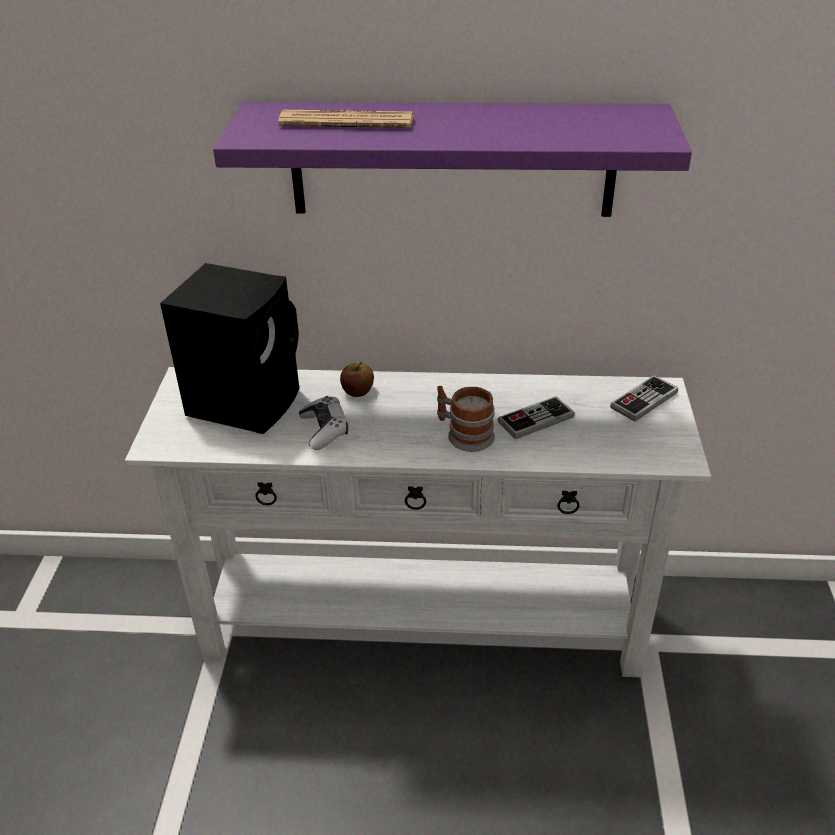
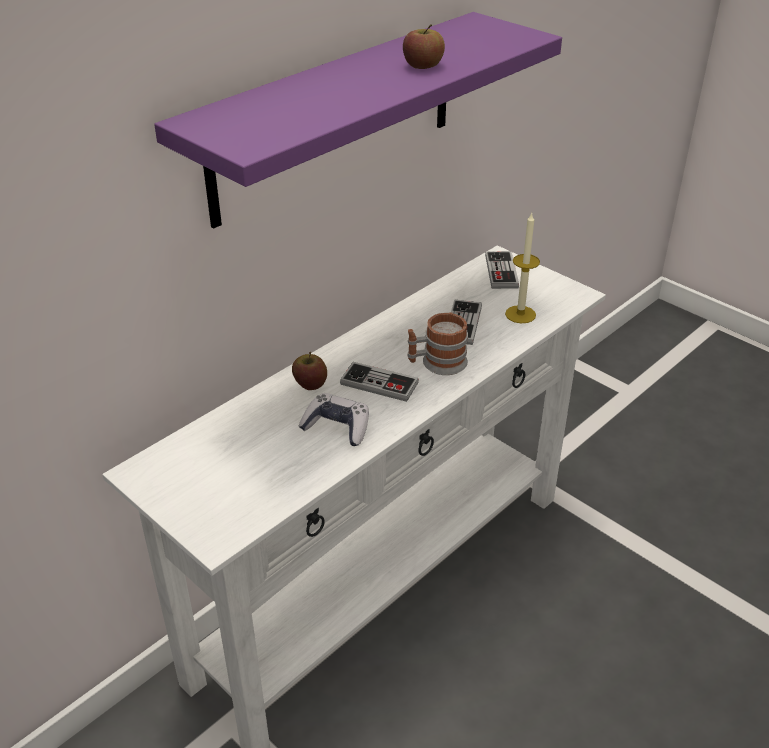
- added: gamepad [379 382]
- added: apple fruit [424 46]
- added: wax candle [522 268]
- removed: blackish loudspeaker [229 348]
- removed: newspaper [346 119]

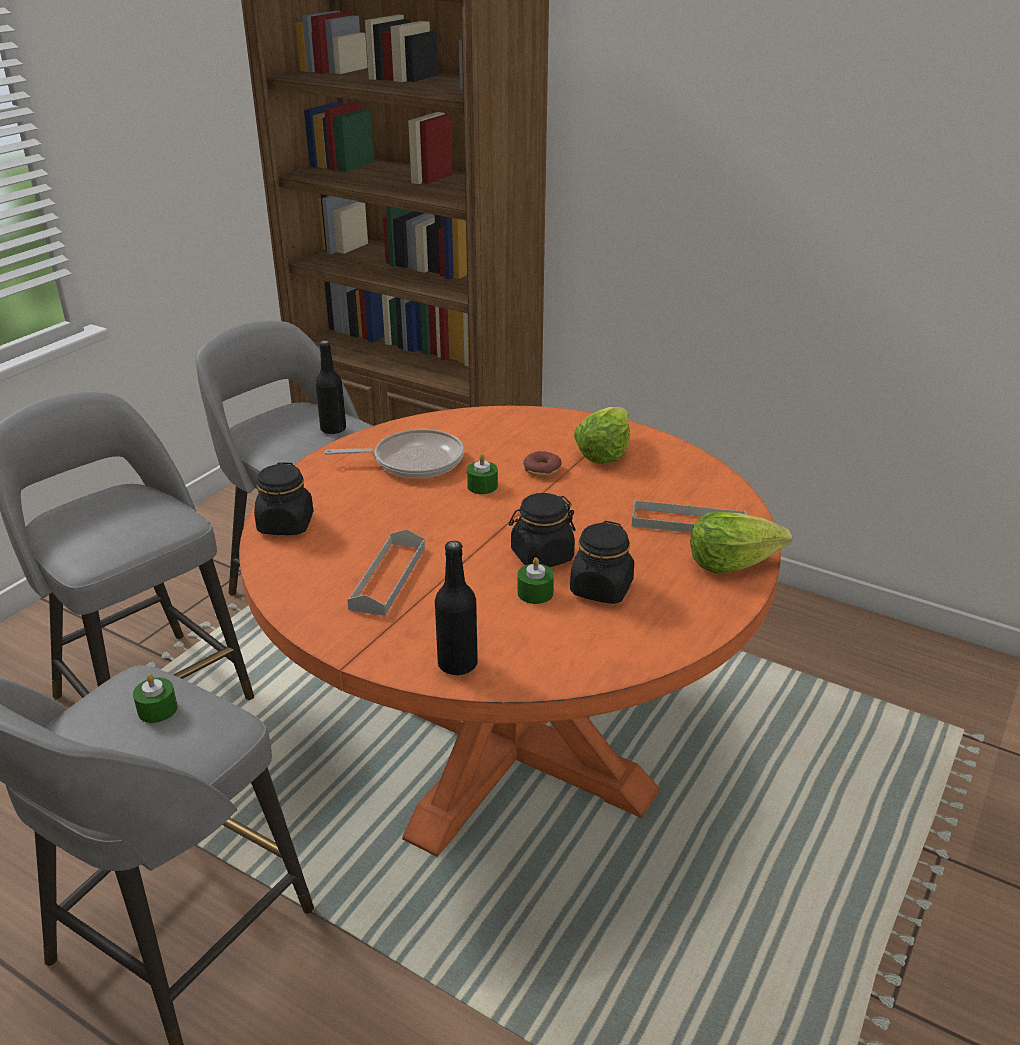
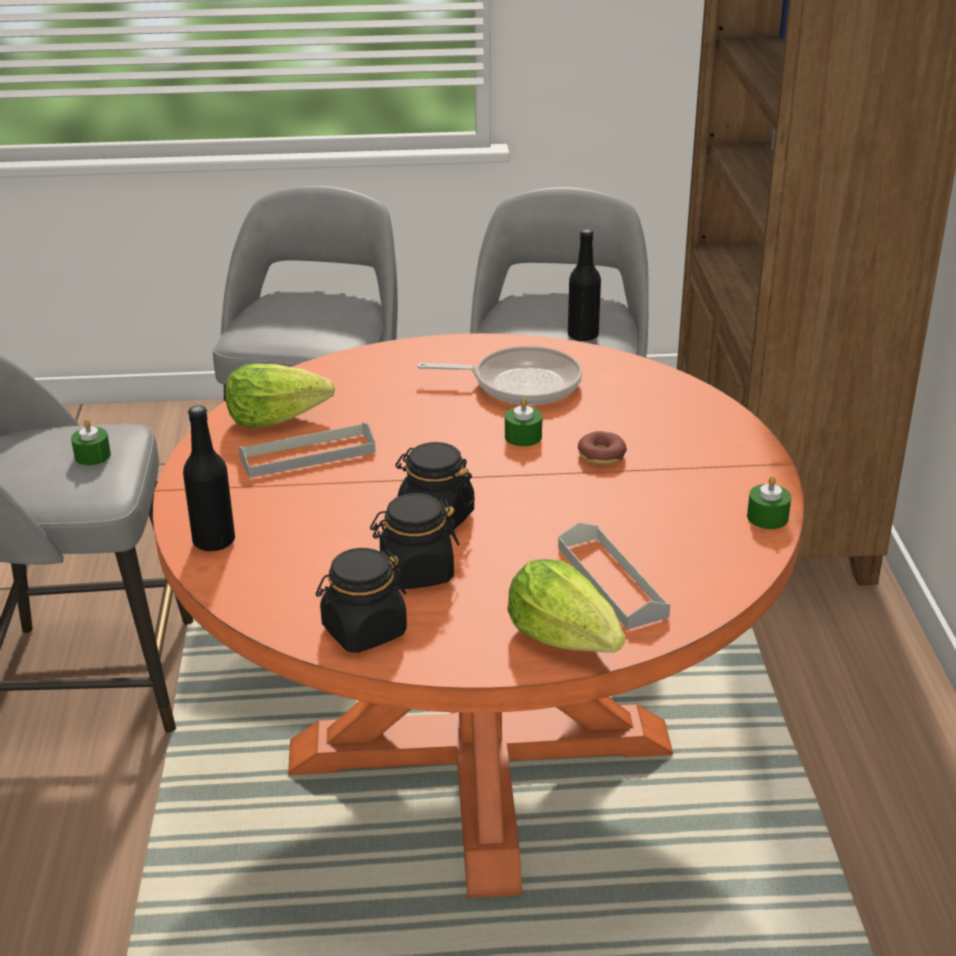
- moved: head of lettuce [601 435] to [280 395]
- moved: blackish jar [284 498] to [361 600]
- turned: pan [394 453] = [499 375] 45 degrees counterclockwise
- moved: greenish wax candle [536 580] to [769 502]

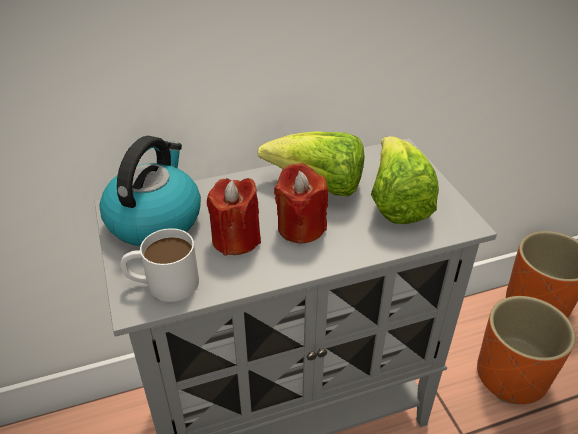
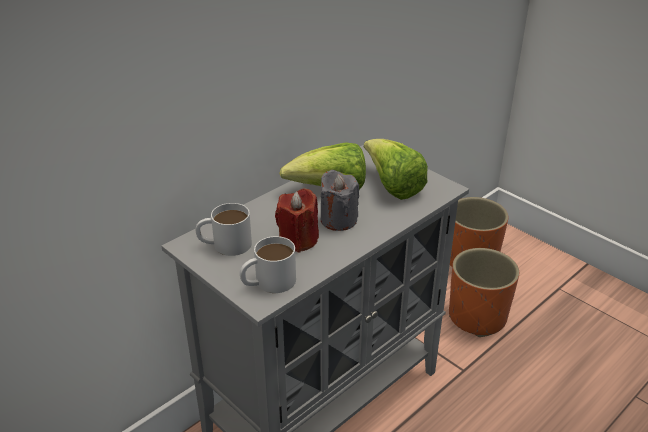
- replaced: tea kettle [150 191] to whitish mug [224 229]
- recoloured: red wax candle [301 203] to greyish wax candle [340 200]

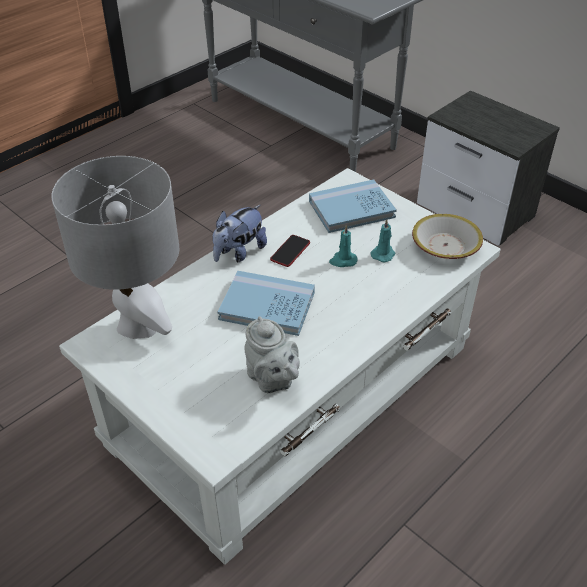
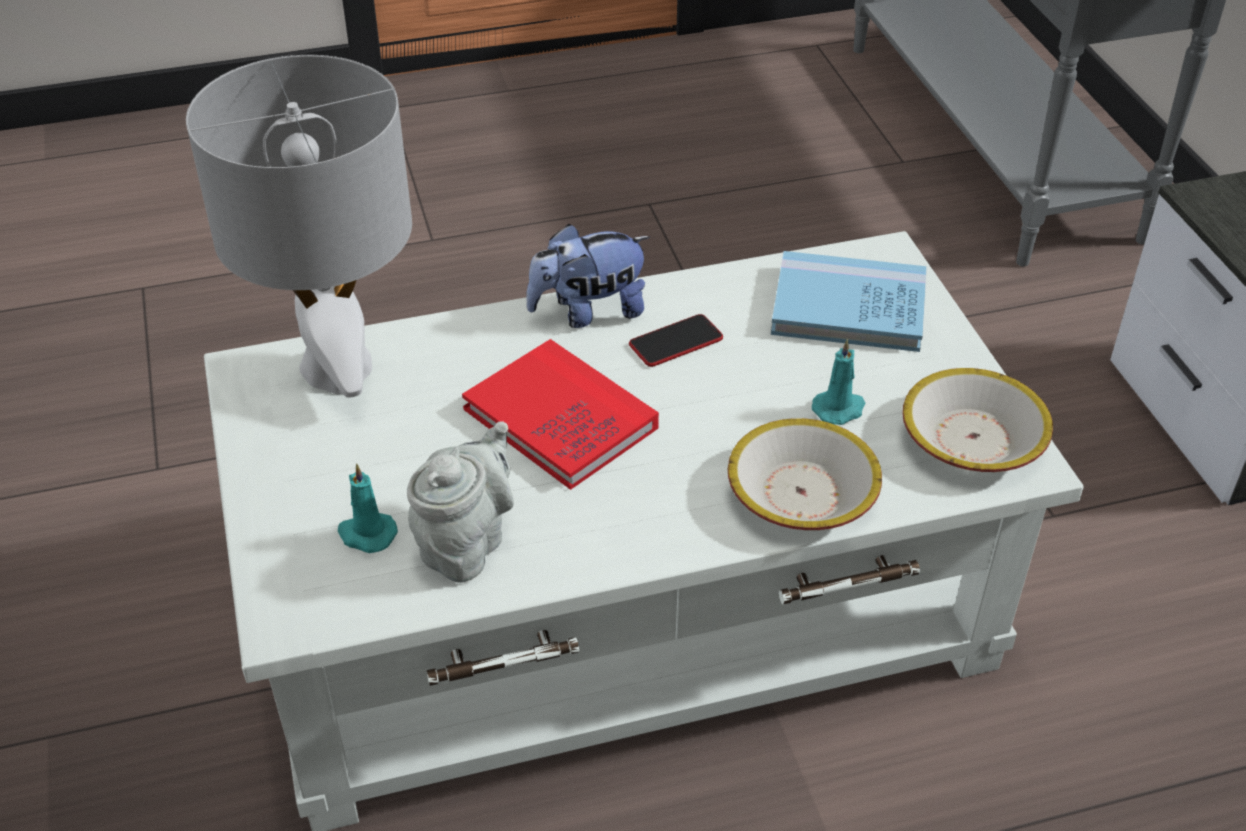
- moved: turquoise-coloured wax candle [343 246] to [368 508]
- turned: greyish tea pot [272 354] = [460 502] 150 degrees counterclockwise
- recoloured: blue-coloured bound book [266 303] to red bound book [560 414]
- added: deep dish [805 474]

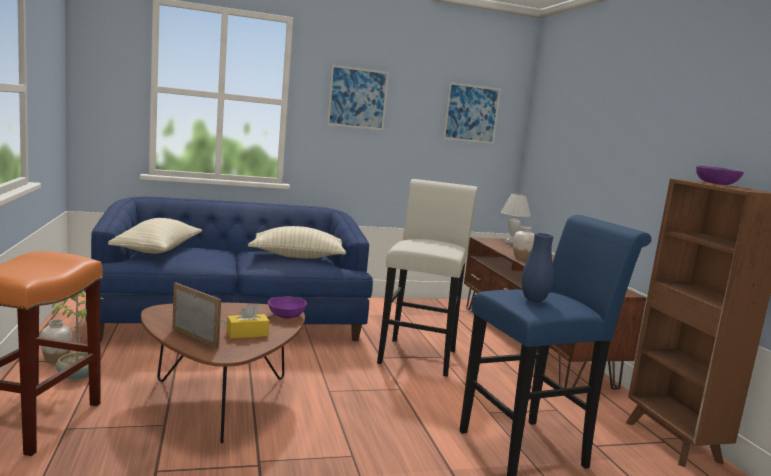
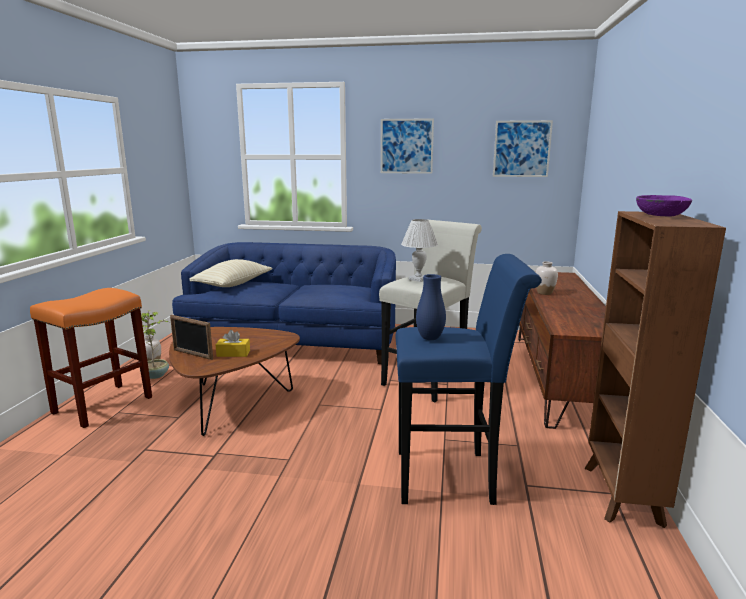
- turned: picture frame [196 316] = [191 337] 150 degrees clockwise
- moved: whitish table lamp [516 218] to [419 250]
- removed: beige-coloured throw pillow [297 242]
- removed: purplish deep dish [287 308]

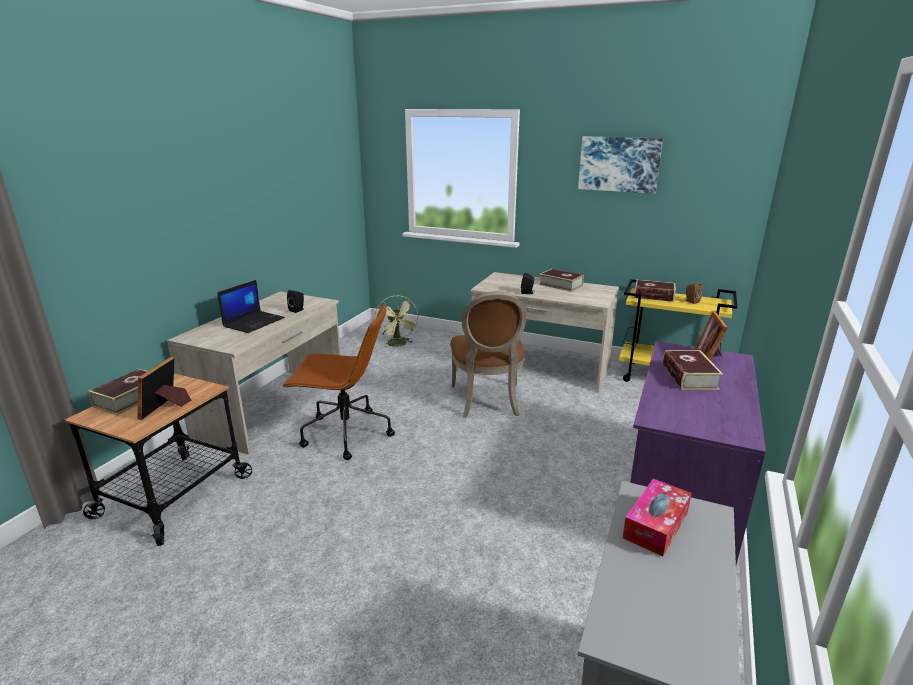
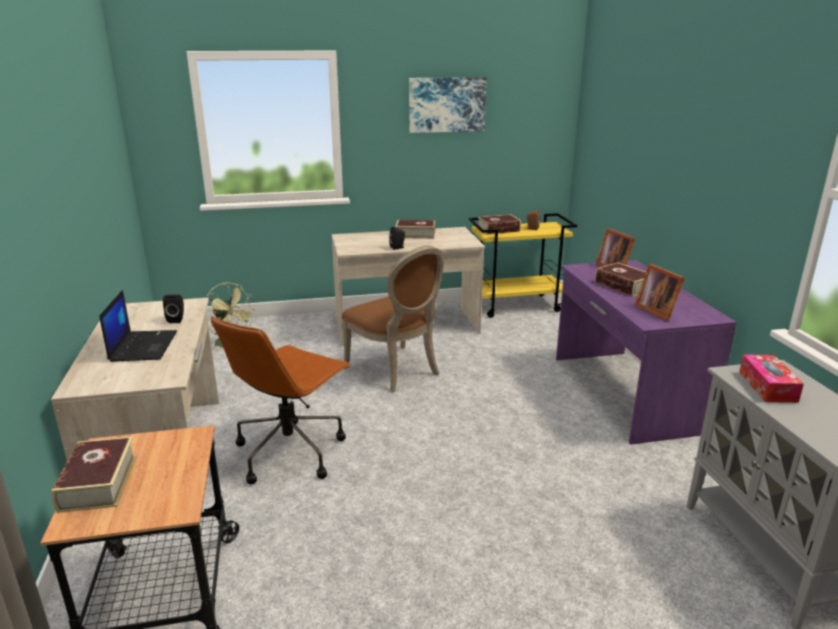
- turned: brown computer chair [339 382] = [281 400] 150 degrees clockwise
- moved: picture frame [164 388] to [659 292]

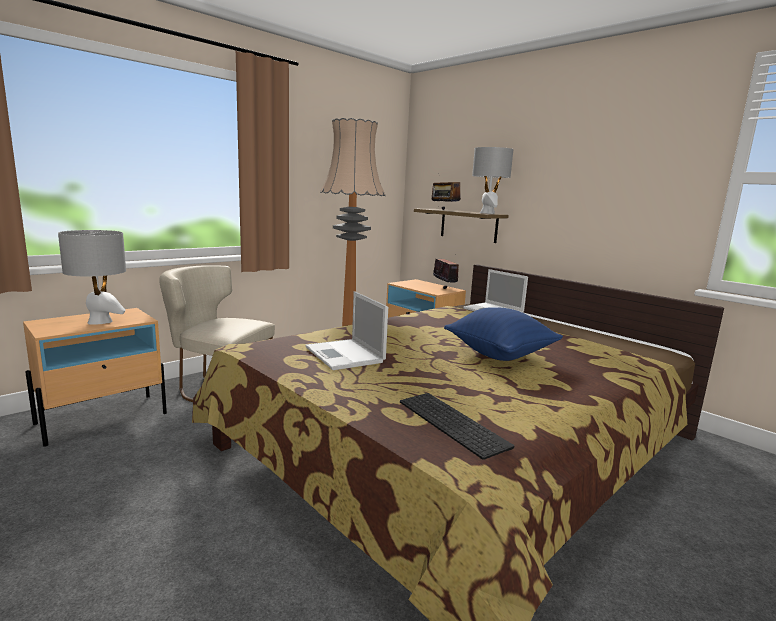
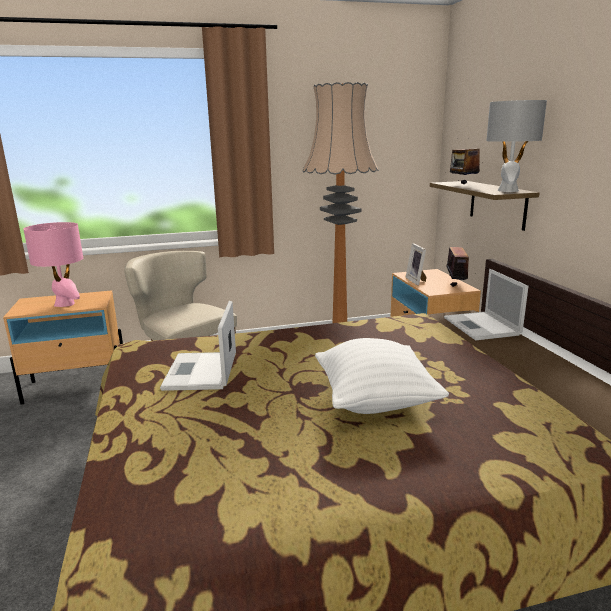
- recoloured: greyish table lamp [92 277] to pinkish table lamp [53 264]
- recoloured: blue-coloured throw pillow [503 334] to whitish throw pillow [382 376]
- added: picture frame [416 264]
- removed: PC keyboard [457 426]

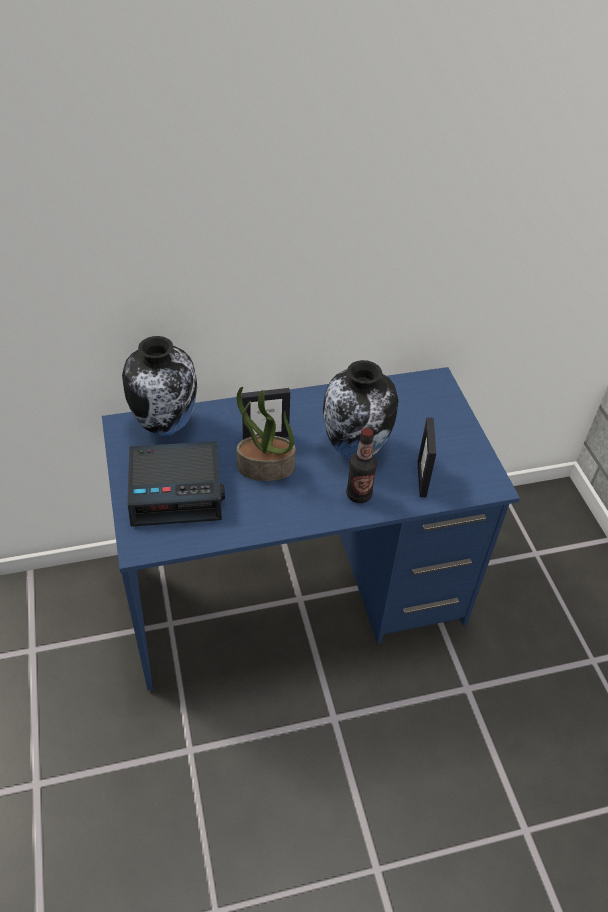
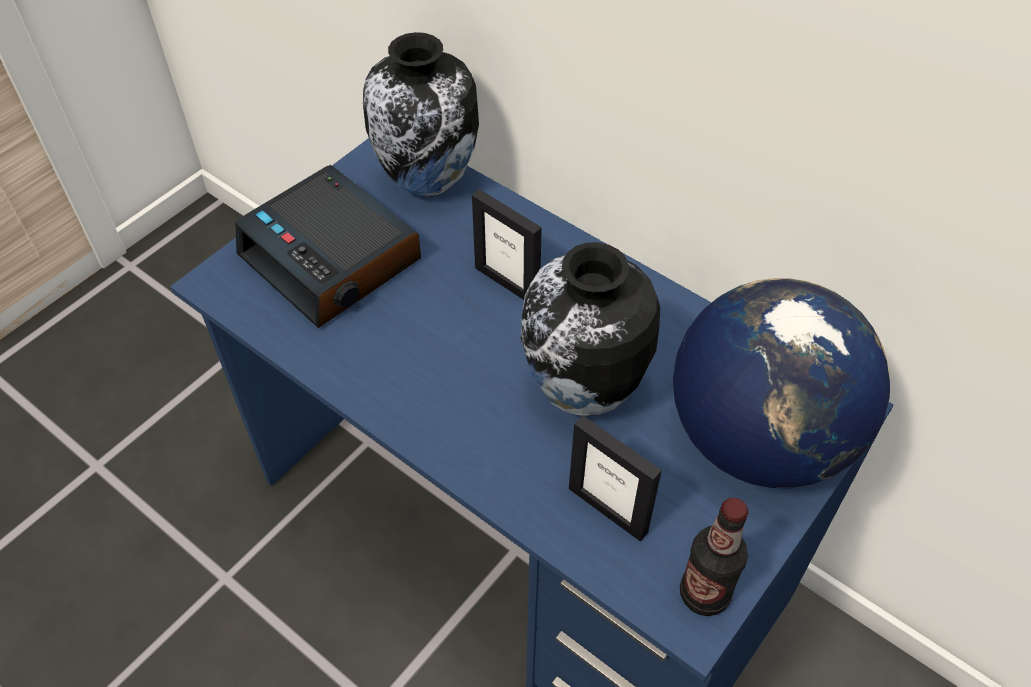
- turned: picture frame [427 457] = [615 478] 105 degrees counterclockwise
- added: desk globe [781 383]
- moved: beverage bottle [361 465] to [714 557]
- removed: plant in a pot [266 434]

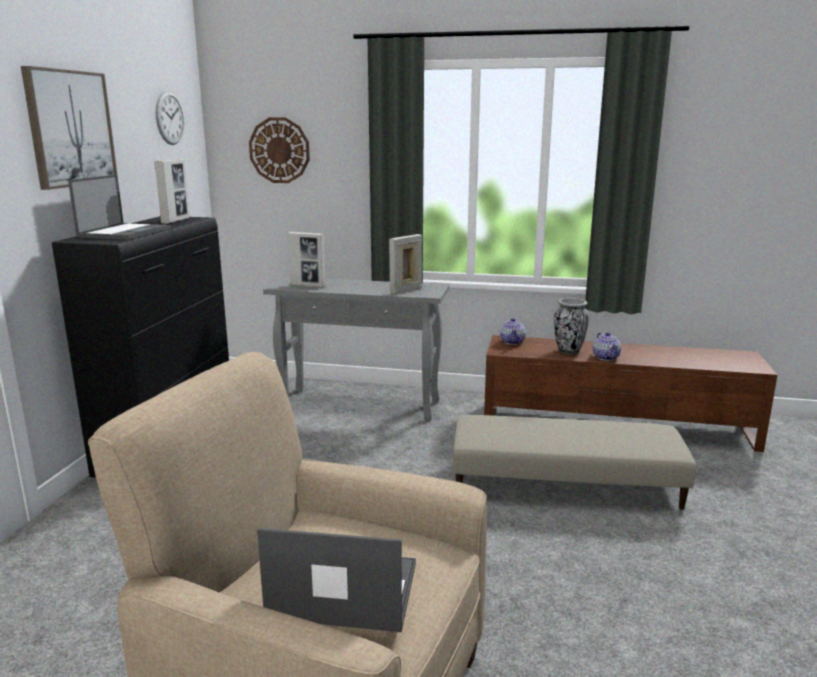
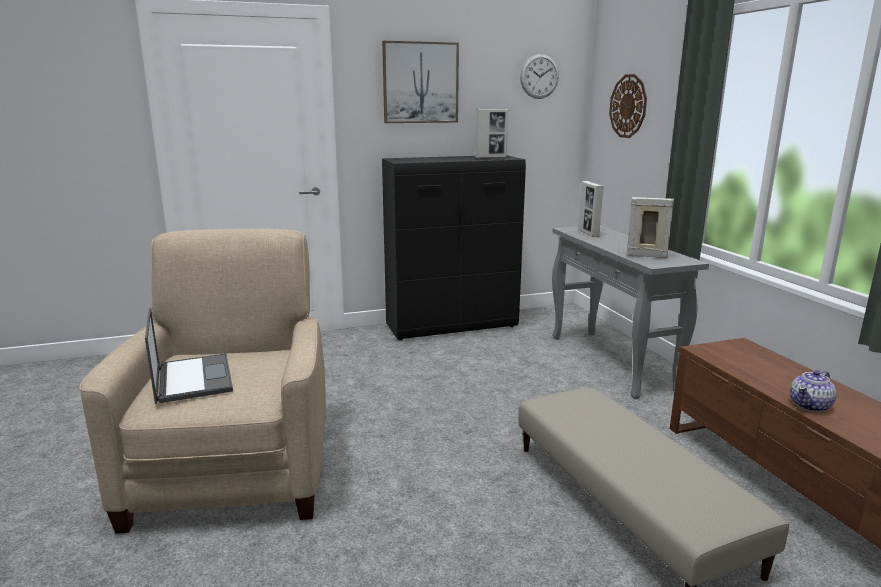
- removed: notebook computer [119 207]
- removed: tea pot [513 331]
- removed: flower vase [571 326]

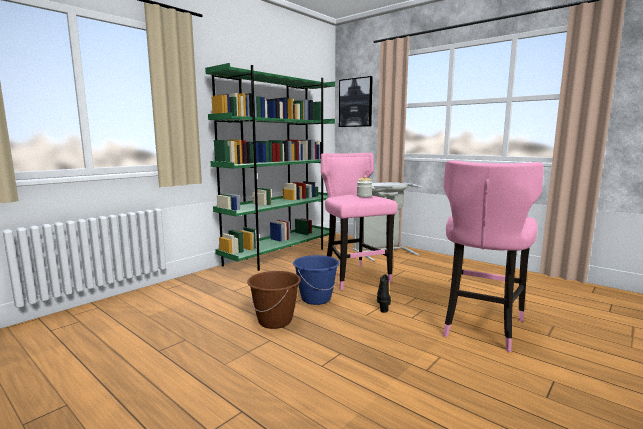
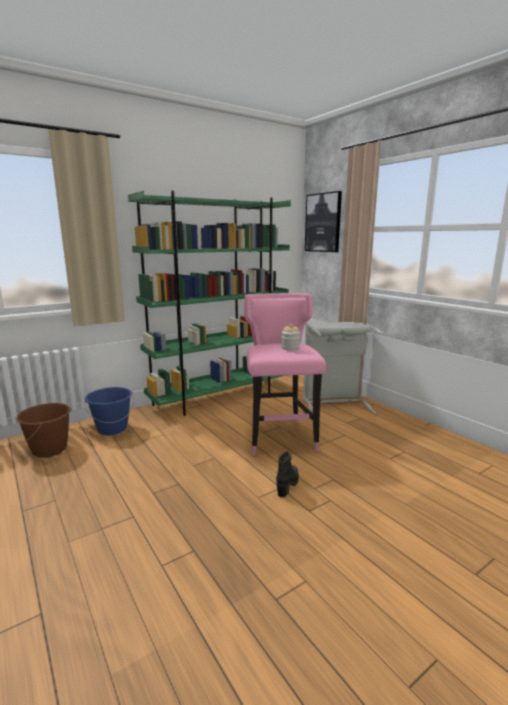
- moved: brown pail [274 300] to [43 430]
- moved: blue-coloured pail [316 280] to [109 411]
- removed: pinkish stool seat [493 256]

